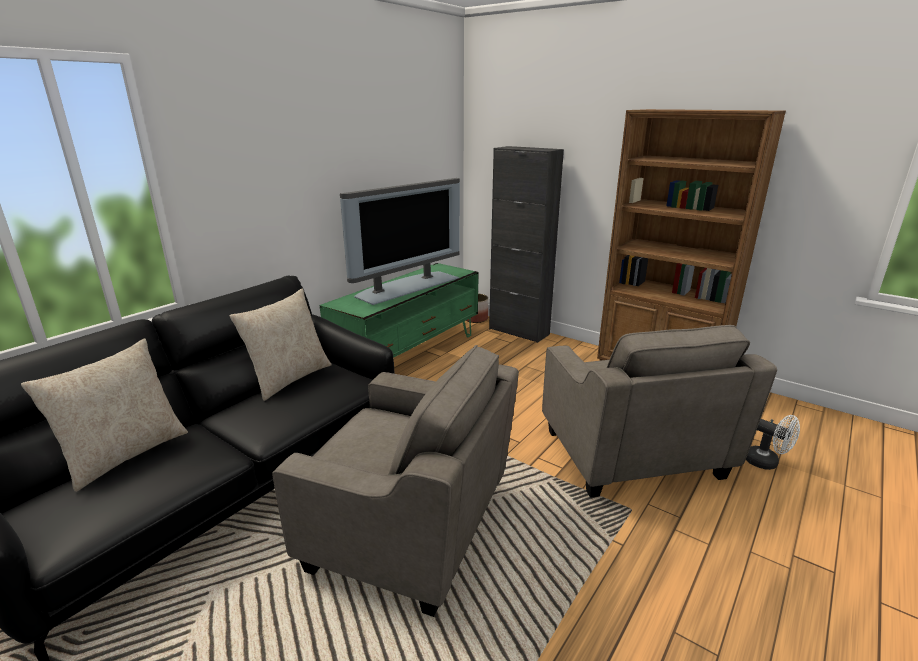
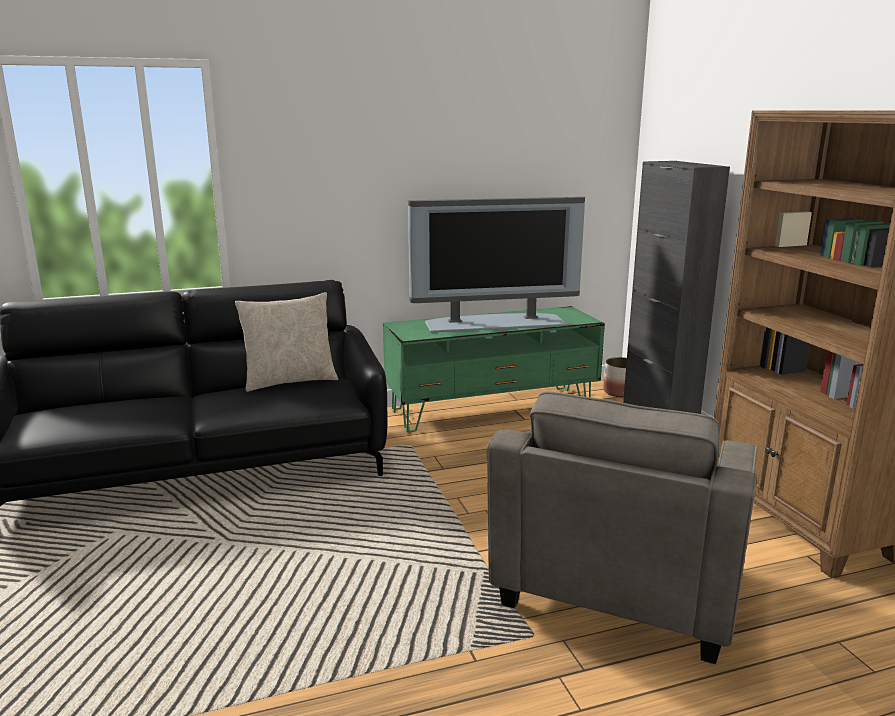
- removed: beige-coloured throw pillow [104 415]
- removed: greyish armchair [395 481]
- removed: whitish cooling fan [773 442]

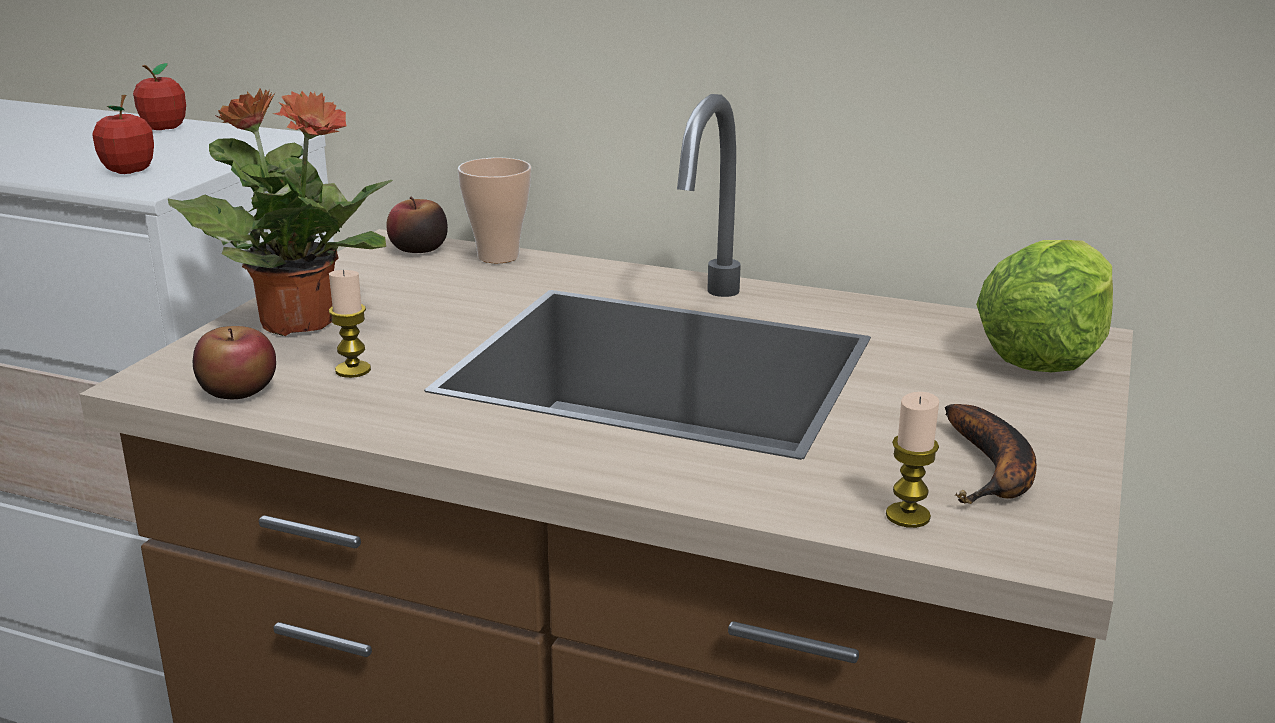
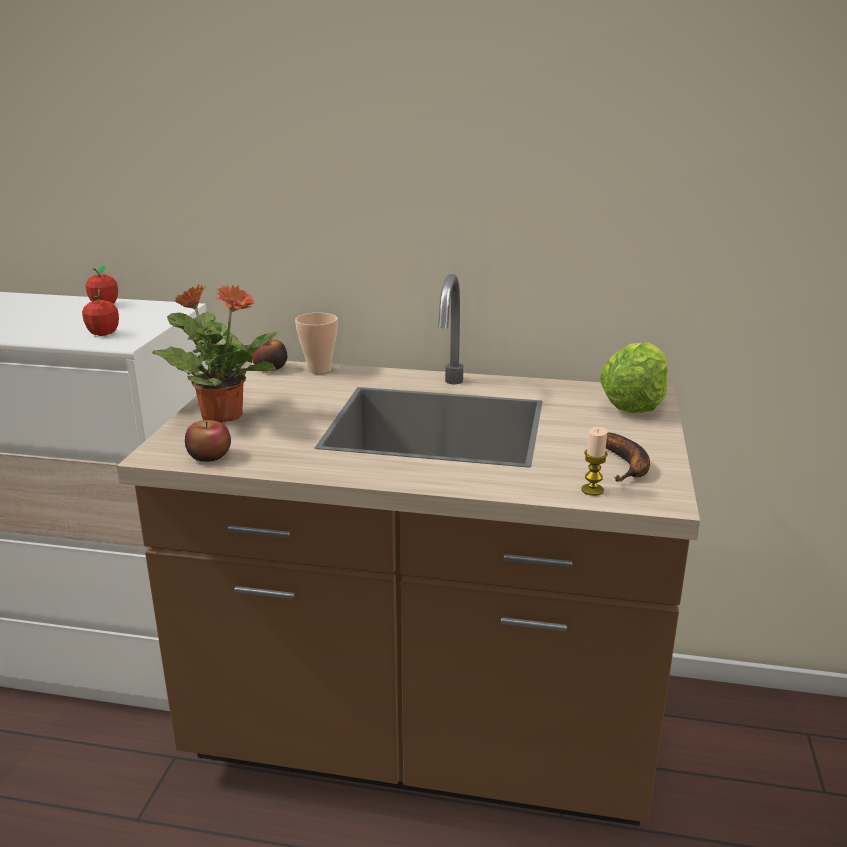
- removed: wax candle [350 324]

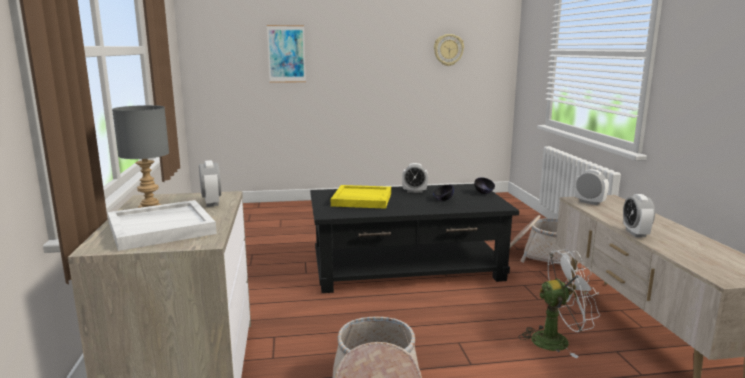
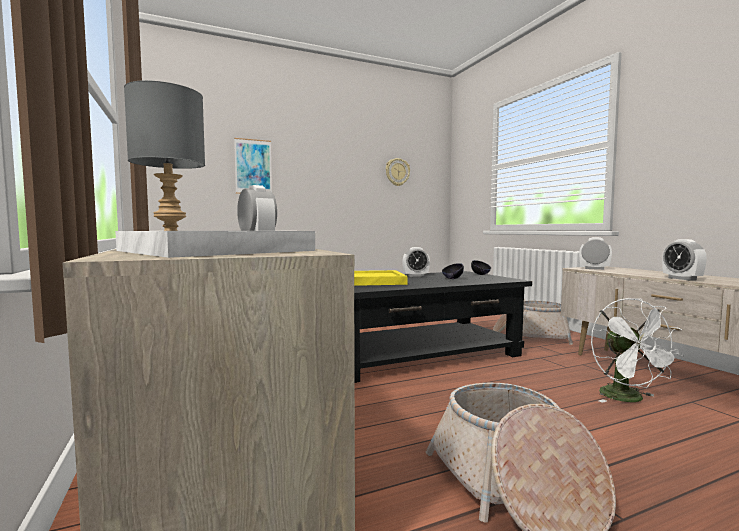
- turned: whitish cooling fan [560 303] = [637 350] 105 degrees clockwise

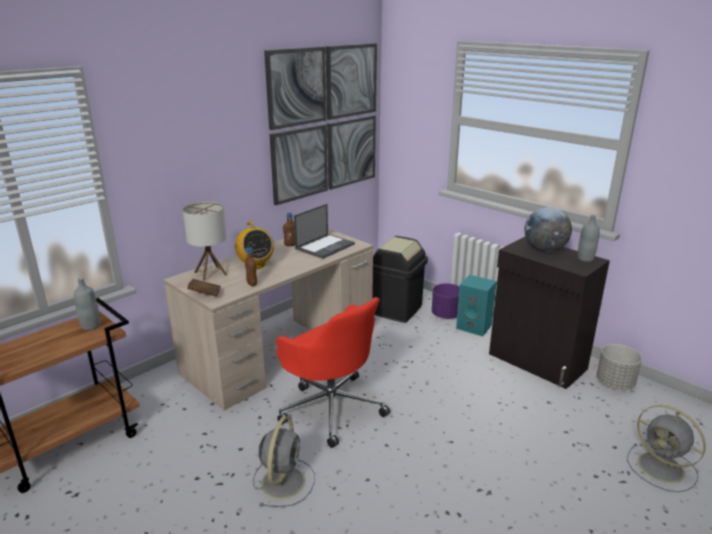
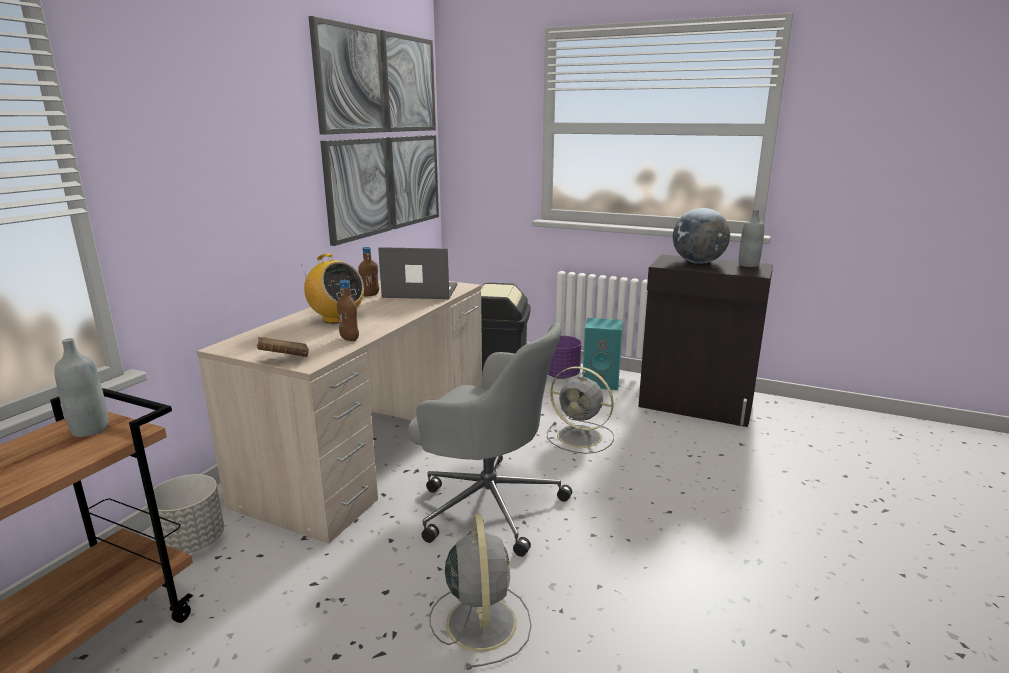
- moved: greyish plant pot [619 367] to [184 513]
- turned: notebook computer [324 231] = [417 273] 105 degrees counterclockwise
- recoloured: red computer chair [333 372] to greyish computer chair [490 439]
- moved: greyish cooling fan [666 448] to [580 410]
- removed: table lamp [205 241]

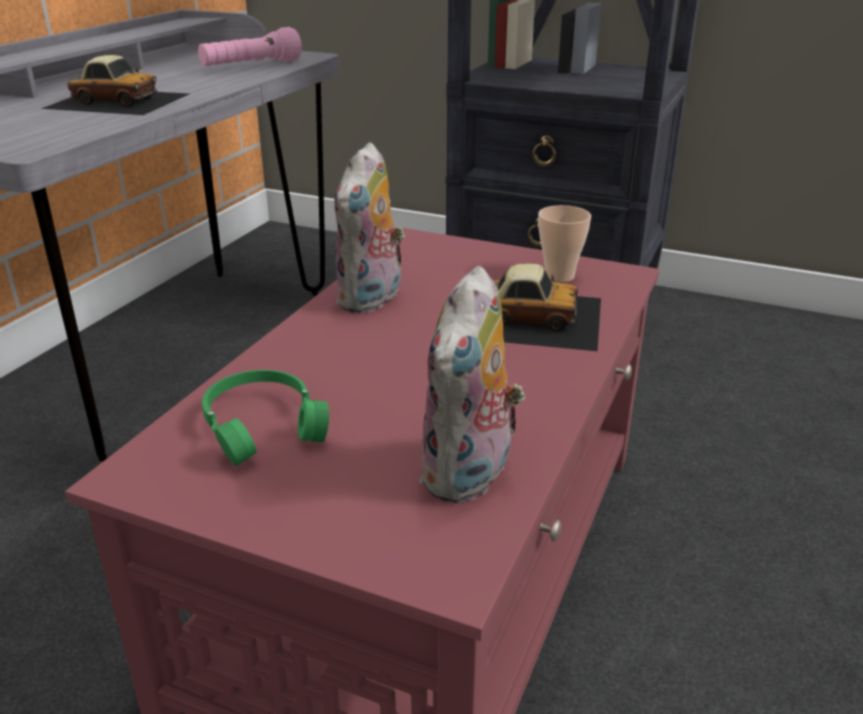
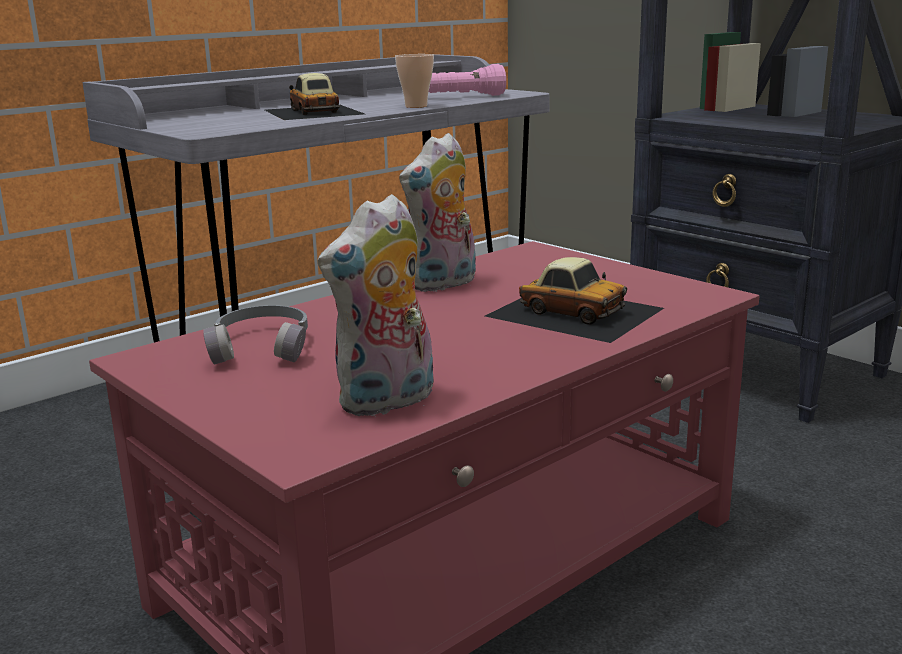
- recoloured: greenish headset [265 418] to greyish headset [255 335]
- turned: miniature car [115 85] = [315 96] 150 degrees counterclockwise
- moved: drinking cup [564 243] to [414 81]

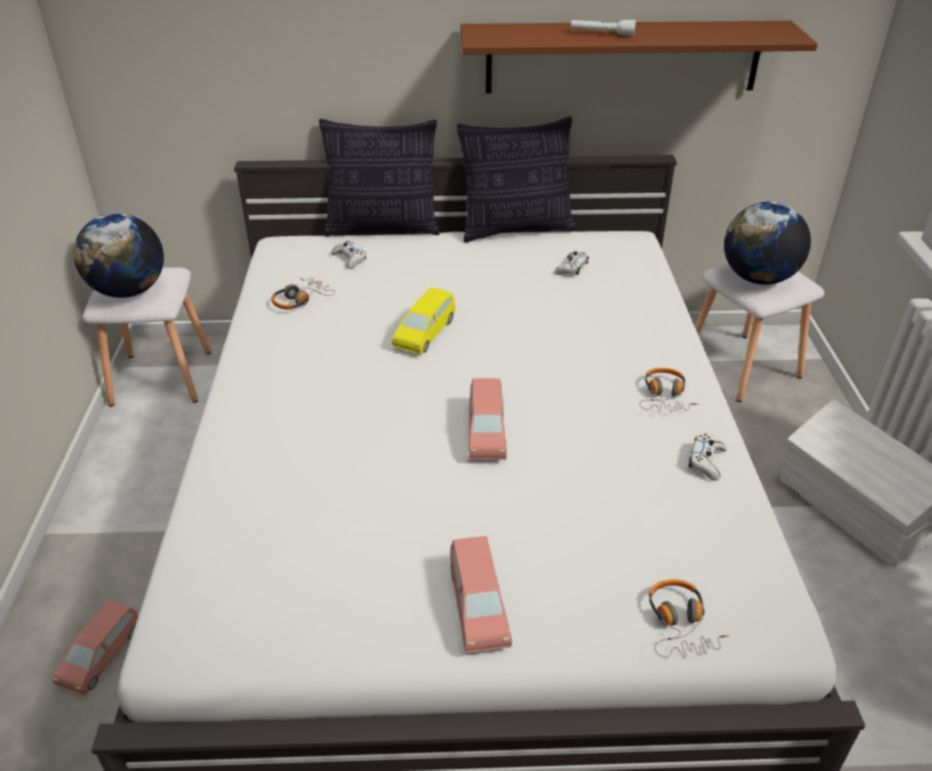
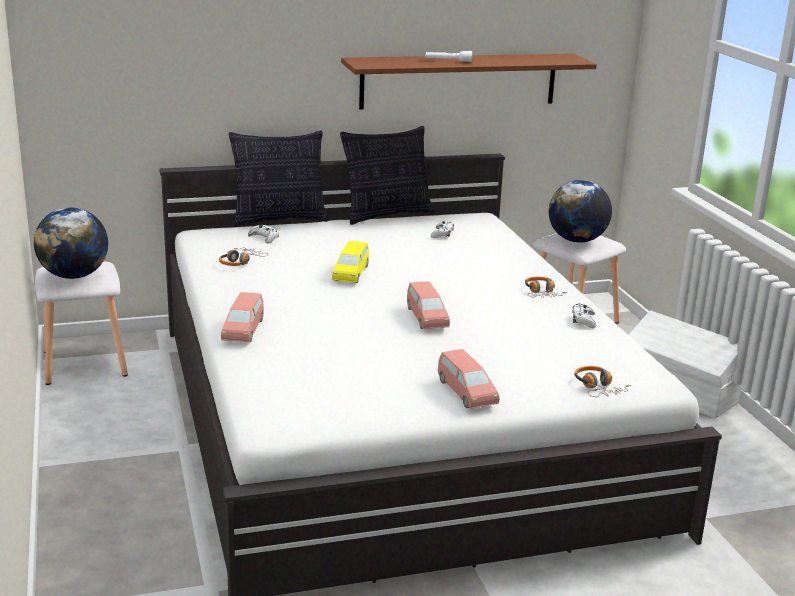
- moved: pinkish miniature car [95 648] to [242 317]

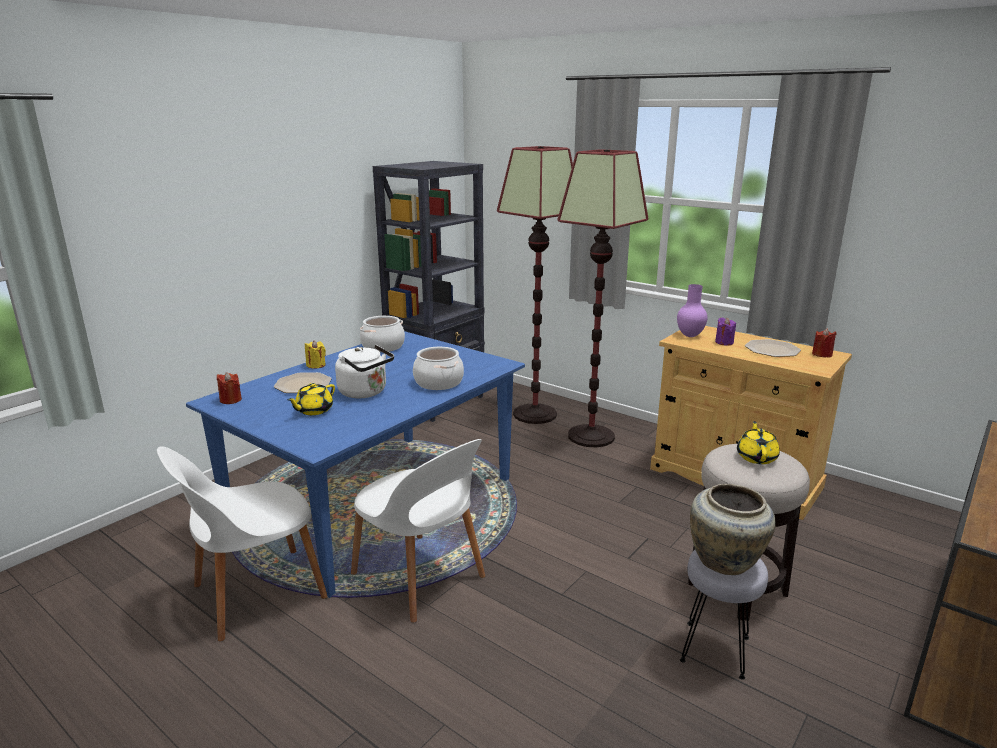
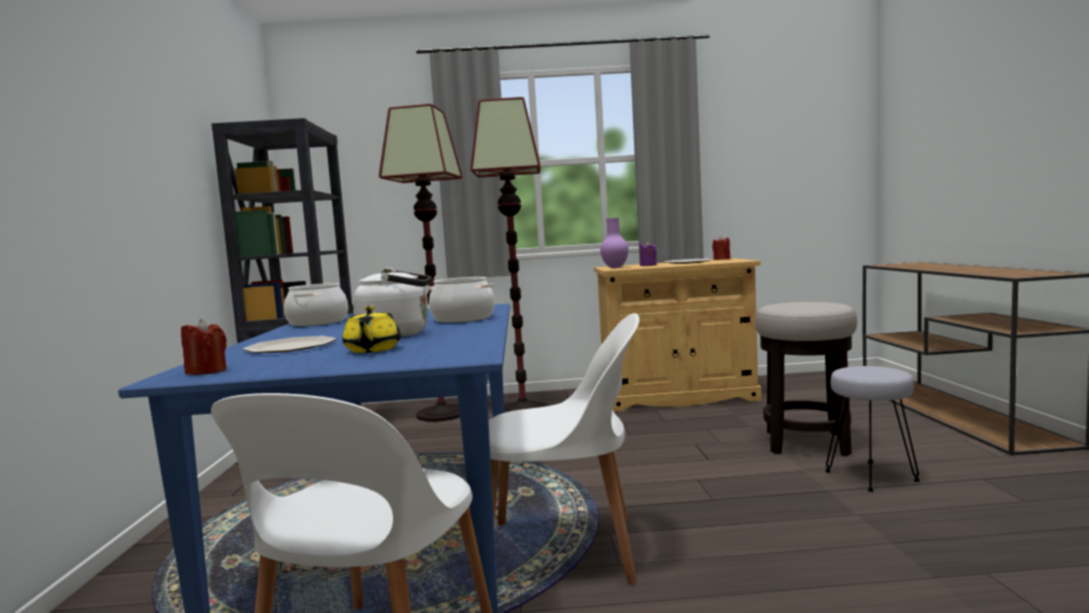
- removed: yellowish wax candle [315 354]
- removed: beige-coloured flower vase [733 529]
- removed: yellowish tea pot [758 442]

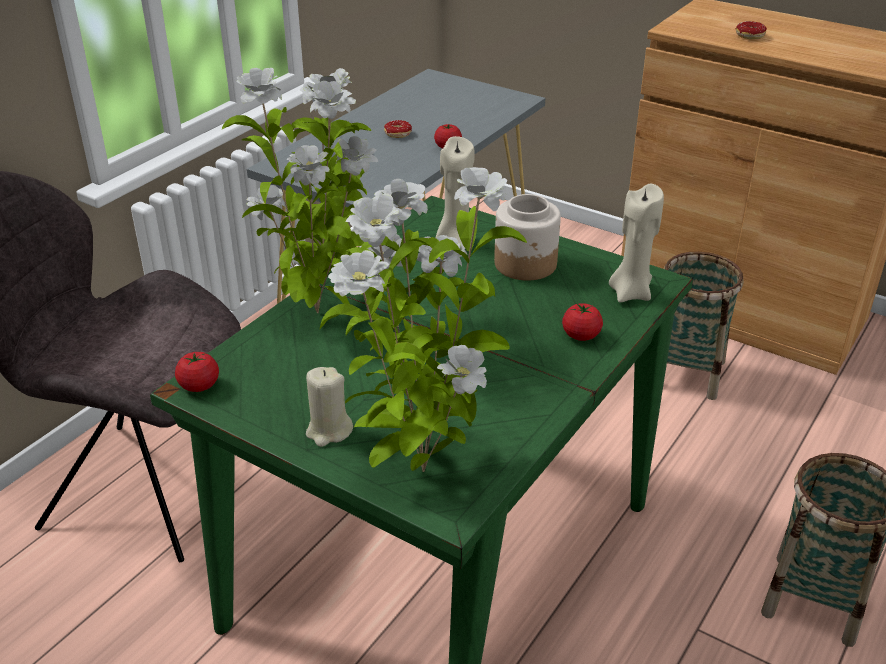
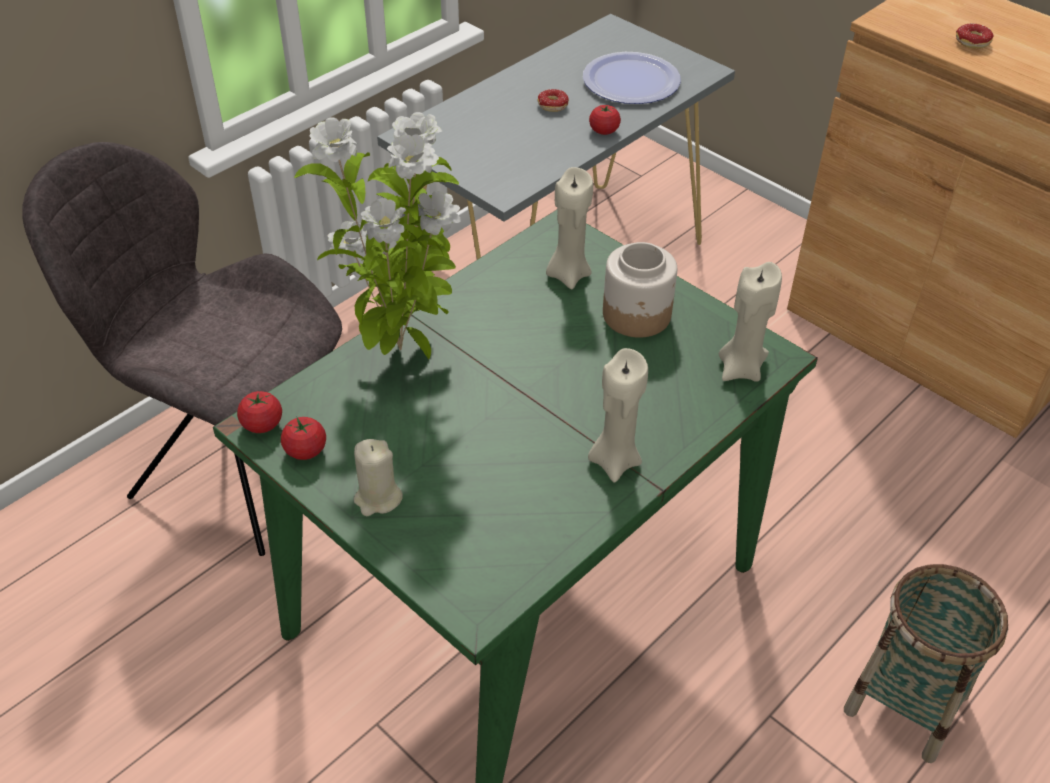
- moved: fresh tomato [582 322] to [303 438]
- added: plate [632 78]
- added: beige-coloured wax candle [618 415]
- removed: plant in a pot [423 319]
- removed: basket [703 326]

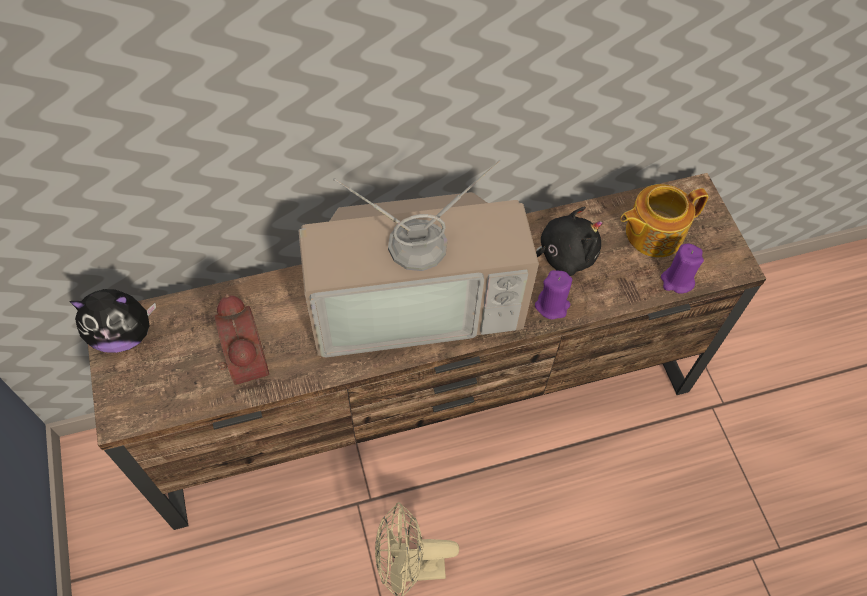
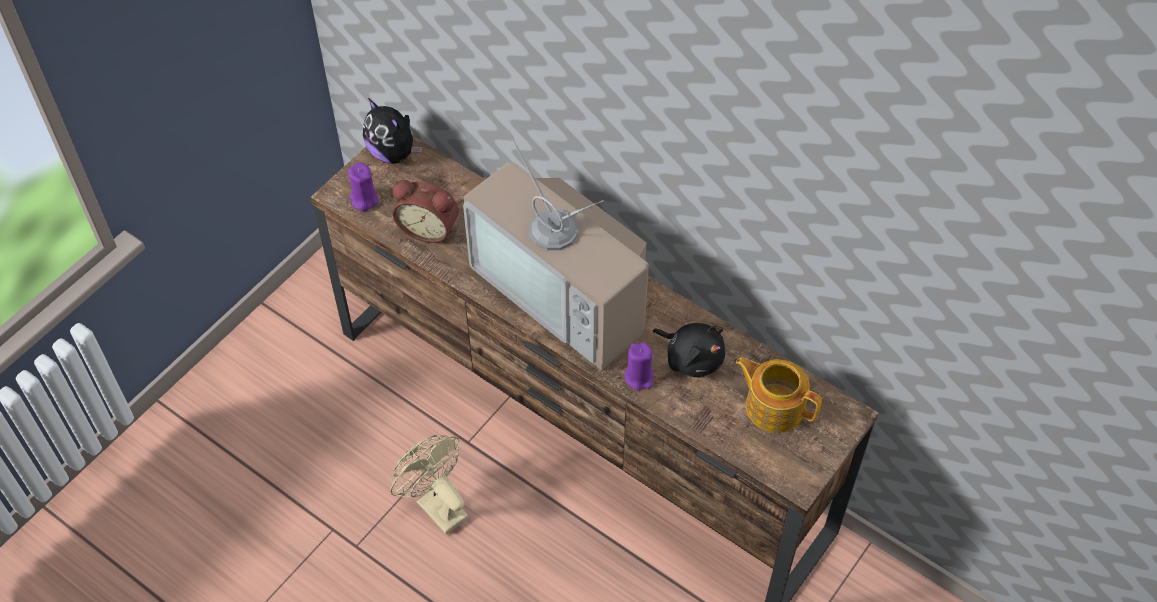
- moved: purplish wax candle [682 269] to [363 187]
- turned: alarm clock [242 339] = [425 211] 75 degrees clockwise

